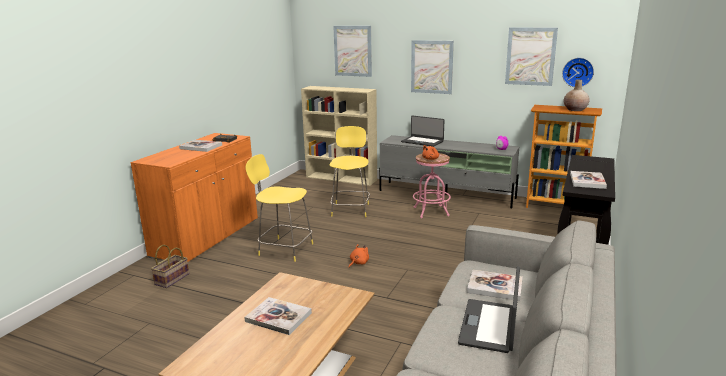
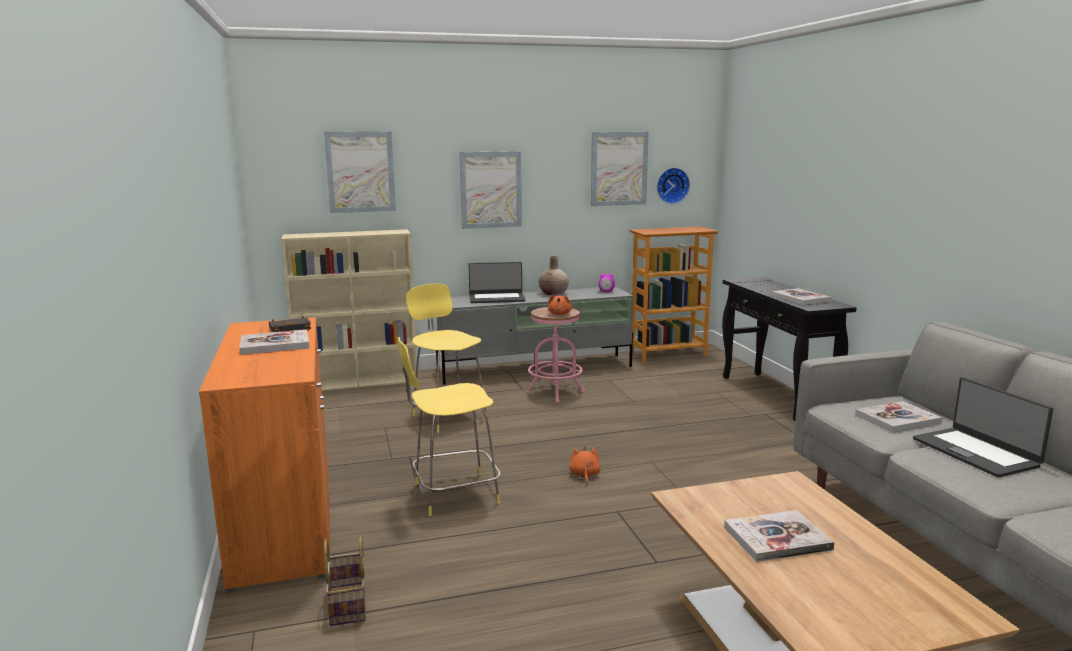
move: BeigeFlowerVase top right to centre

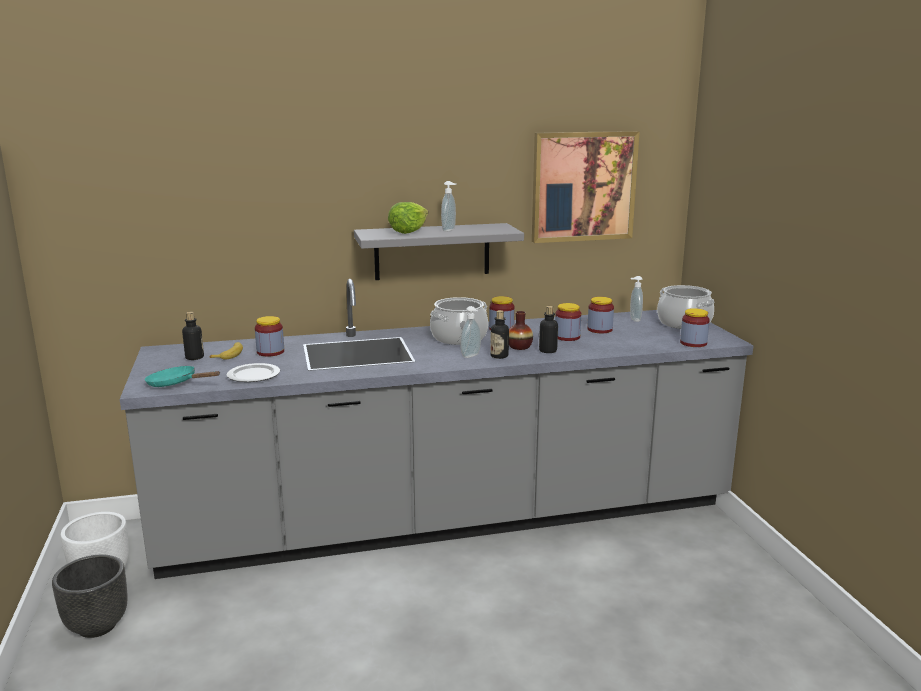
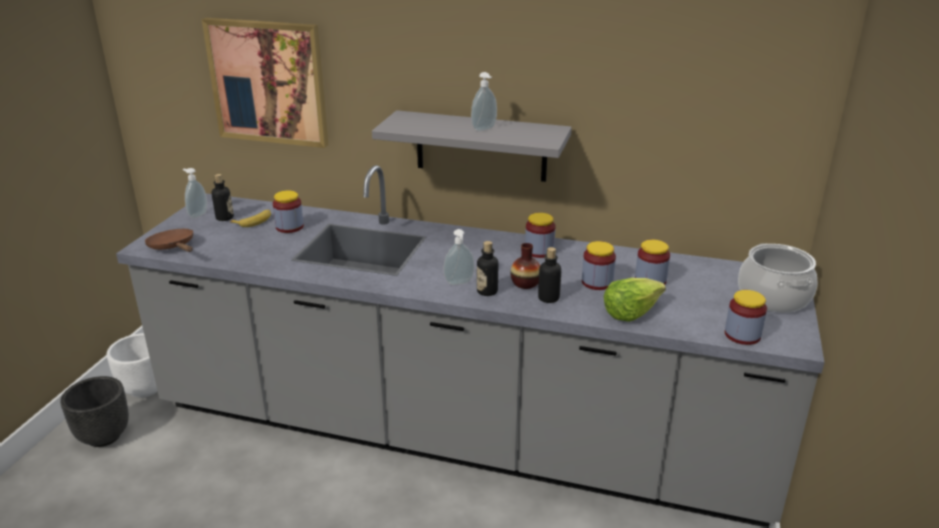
delete: Plate middle left; Stockpot (1st from left) centre
move: Lettuce top centre to middle right; Picture top centre to top left; LiquidSoapBottle (3rd from left in the first image) middle right to LiquidSoapBottle (1st from left) middle left
recolor: TurquoiseColouredPan middle left to BrownPan middle left

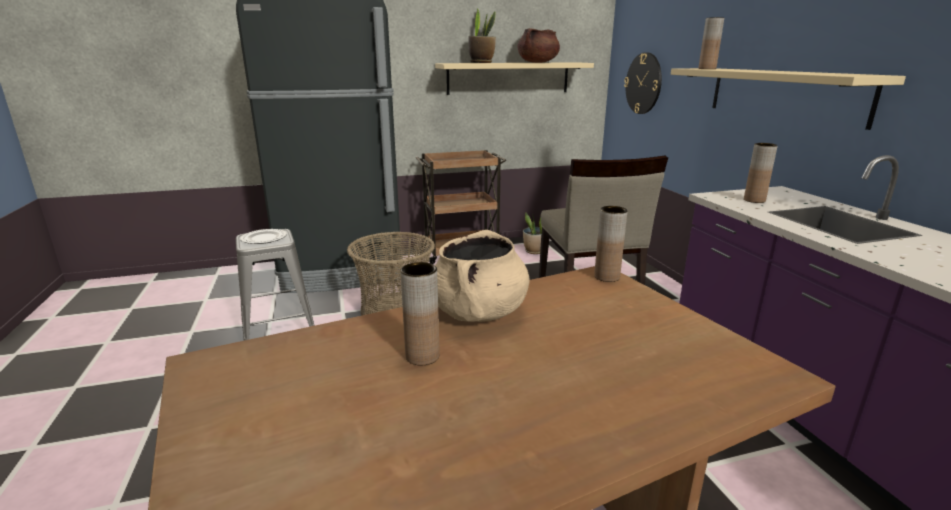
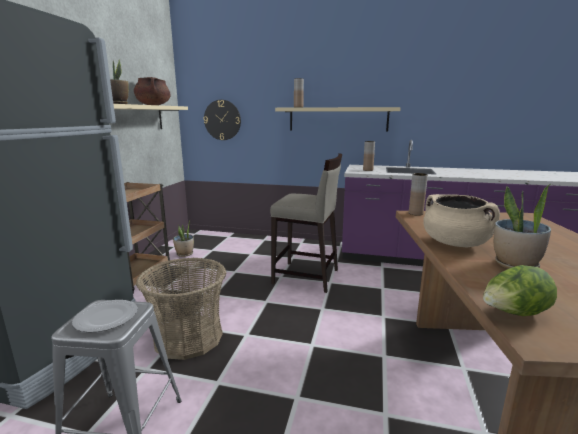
insert: Lettuce bottom right
replace: BrownFlowerVase (1st from left) centre to PlantInAPot (3rd from left) middle right

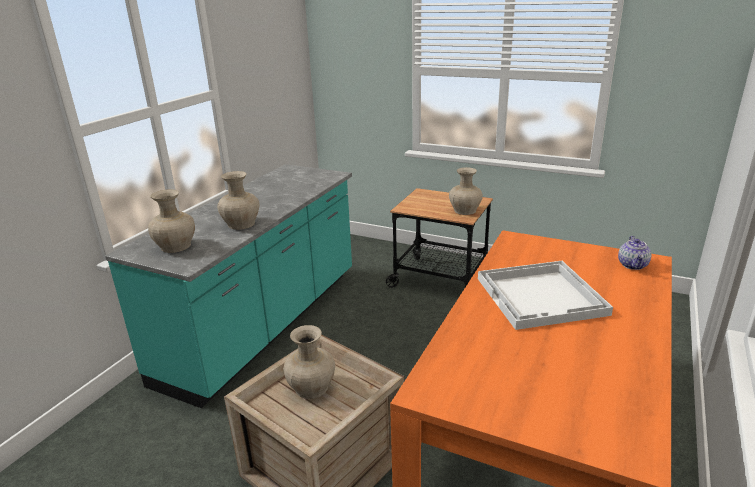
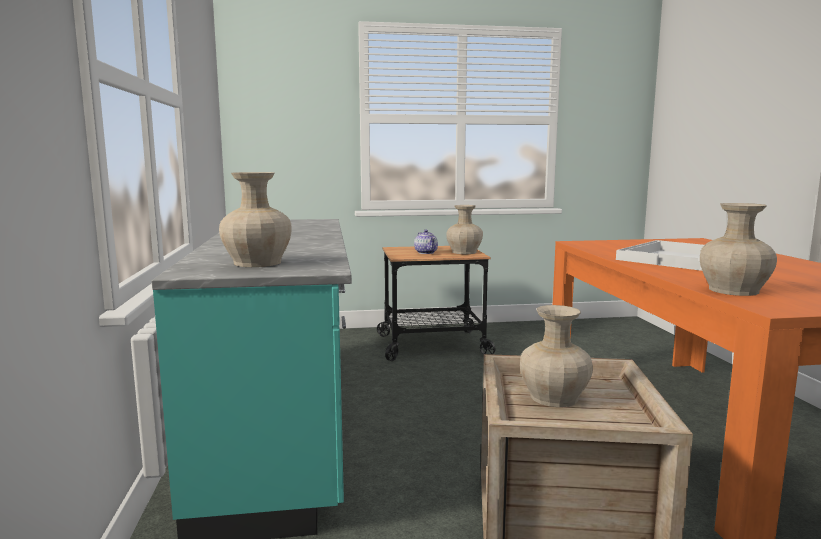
move: BeigeFlowerVase (2nd from left in the first image) middle left to BeigeFlowerVase (4th from left) middle right; PotForTea middle right to centre

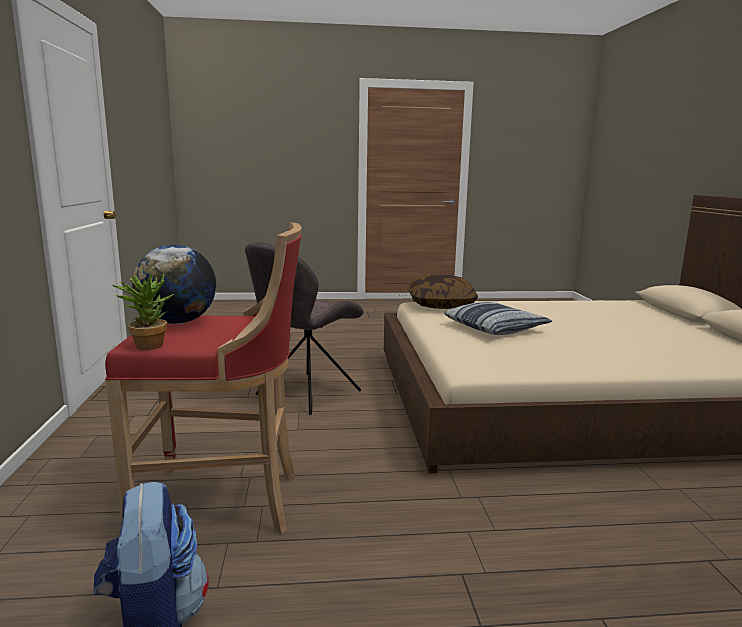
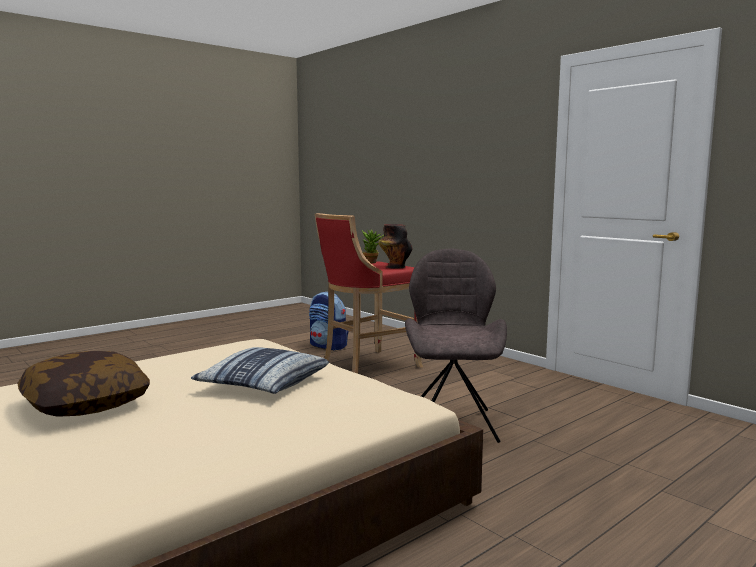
move: Cushion (1st from left) centre to bottom left
replace: Globe middle left to FlowerVase centre

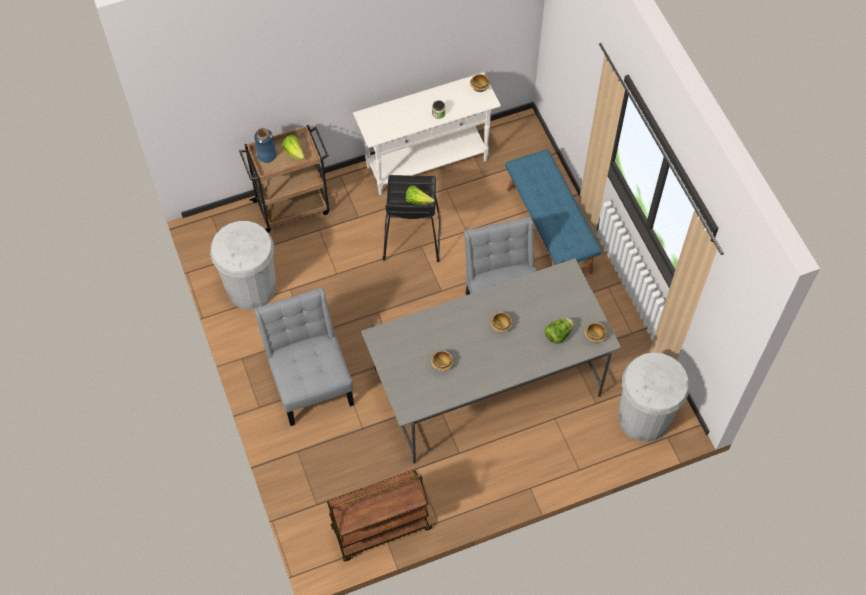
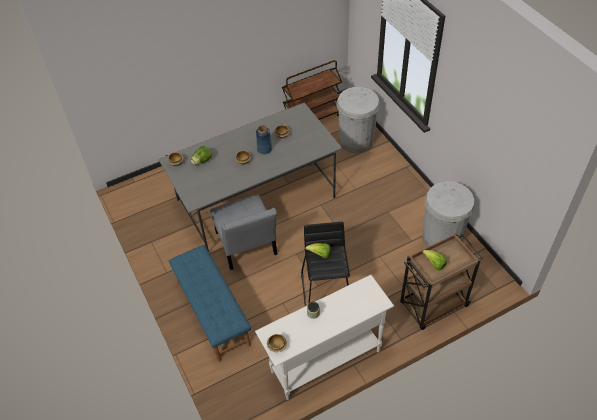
delete: GreyishChair (1st from left) centre
move: BluishFlowerVase top left to top centre; WhiteColouredTrashCan (2nd from left in the first image) bottom right to WhiteColouredTrashCan (1st from left) top centre

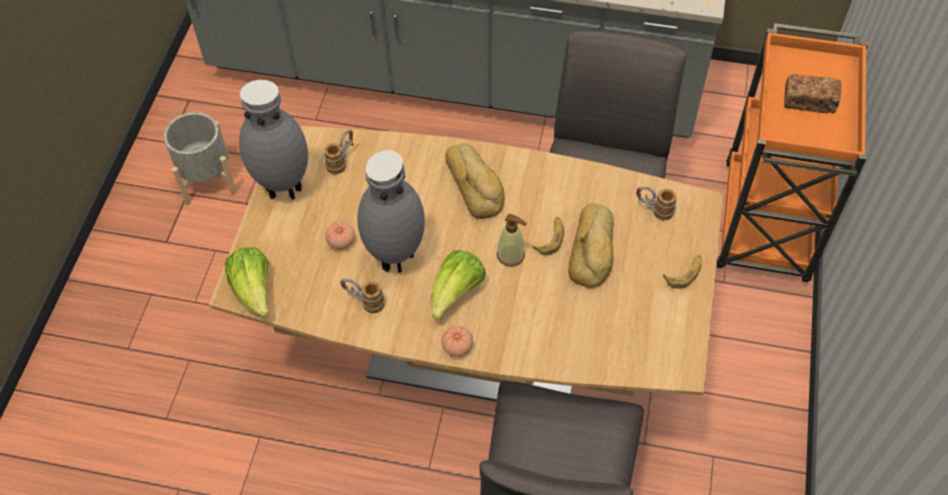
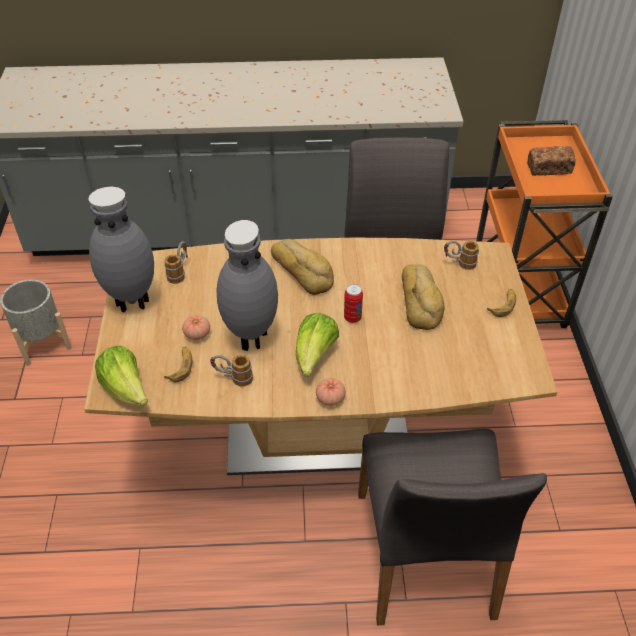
move: WholeBanana (1st from left) centre to middle left
replace: LiquidSoapBottle centre to Can centre

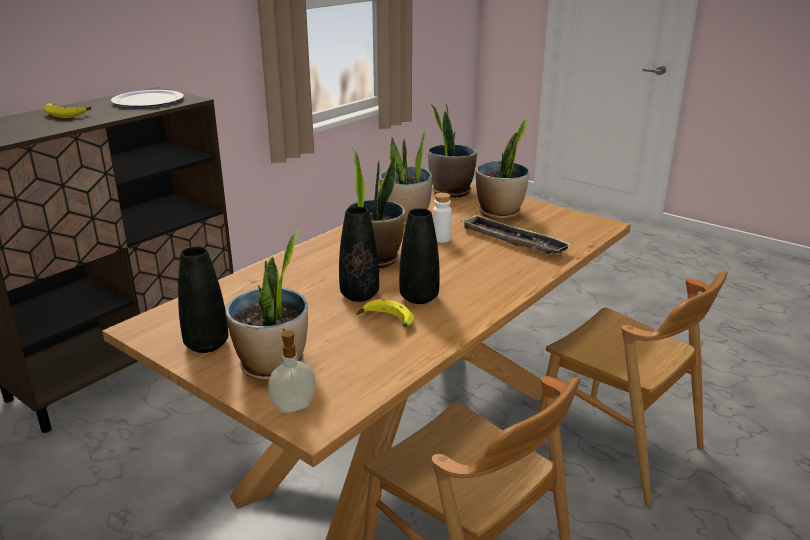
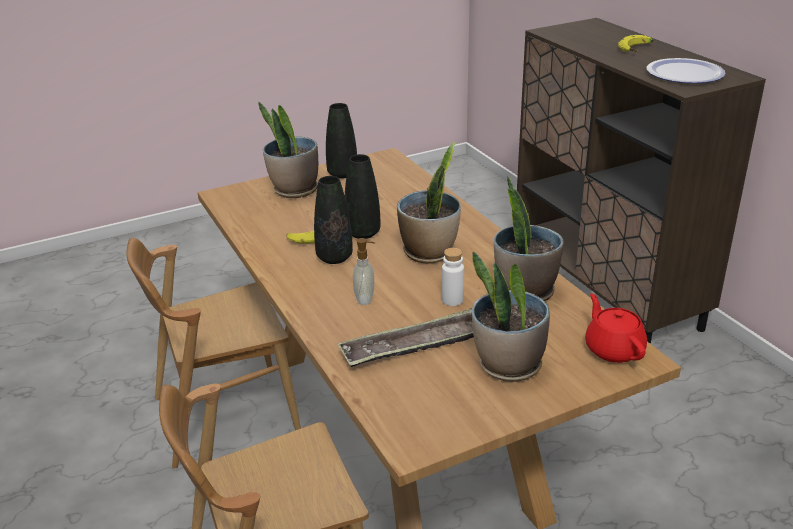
move: LiquidSoapBottle bottom centre to centre
replace: PlantInAPot (4th from left) top centre to ReddishPotForTea middle right

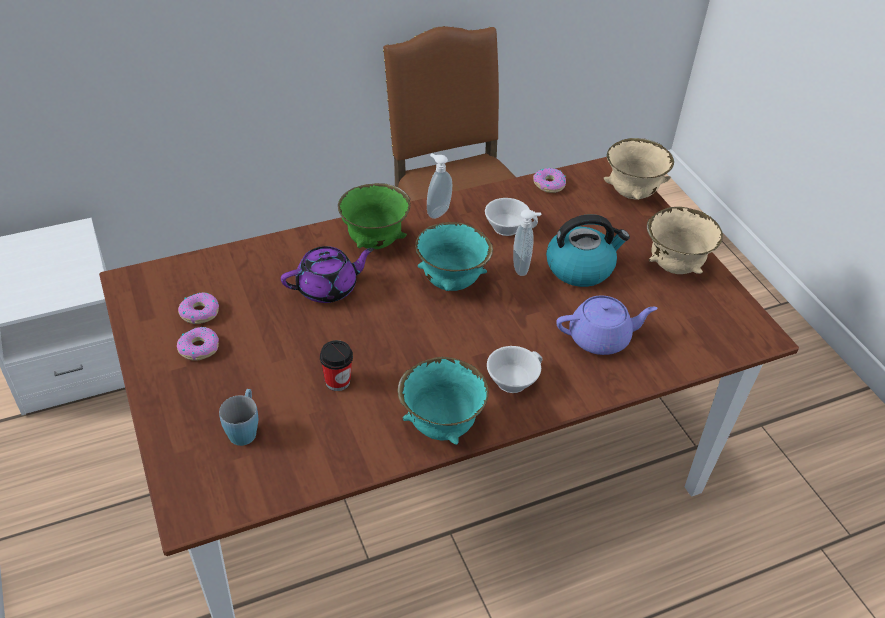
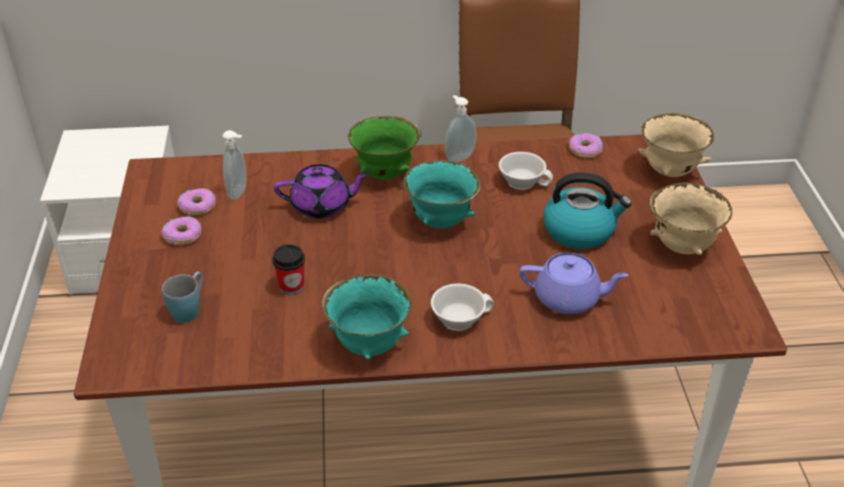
move: LiquidSoapBottle (2nd from left in the first image) centre to LiquidSoapBottle (1st from left) middle left

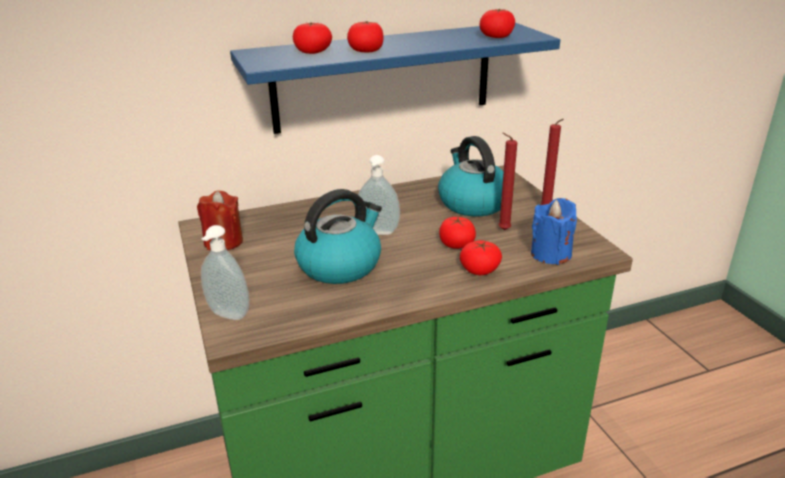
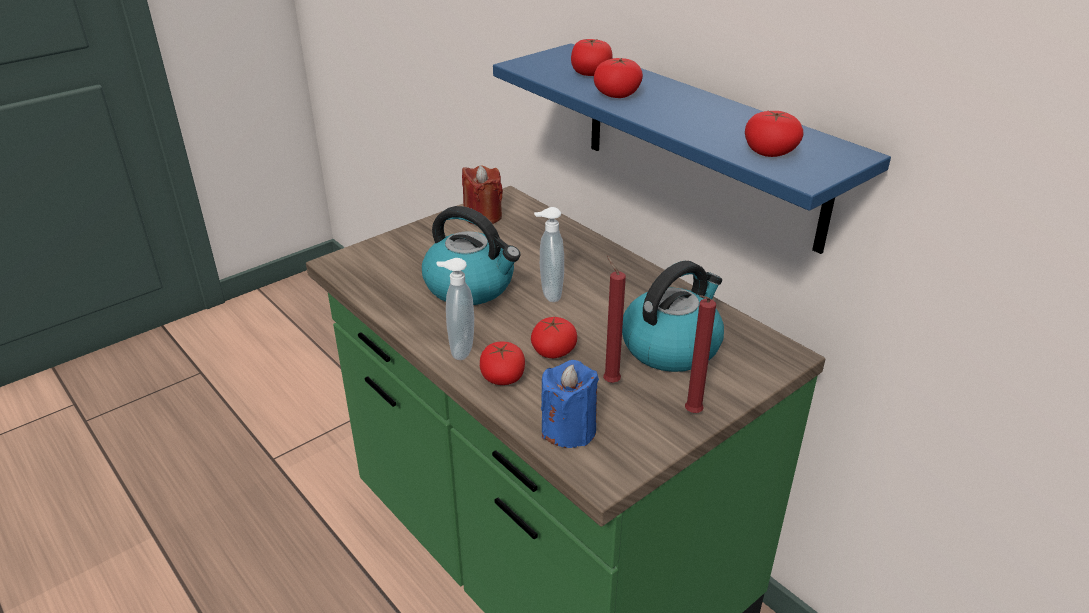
move: LiquidSoapBottle (1st from left) middle left to centre

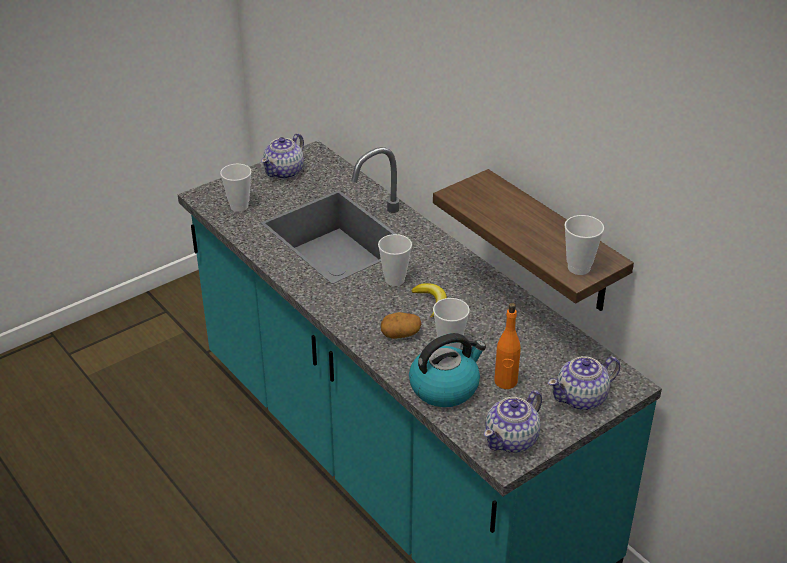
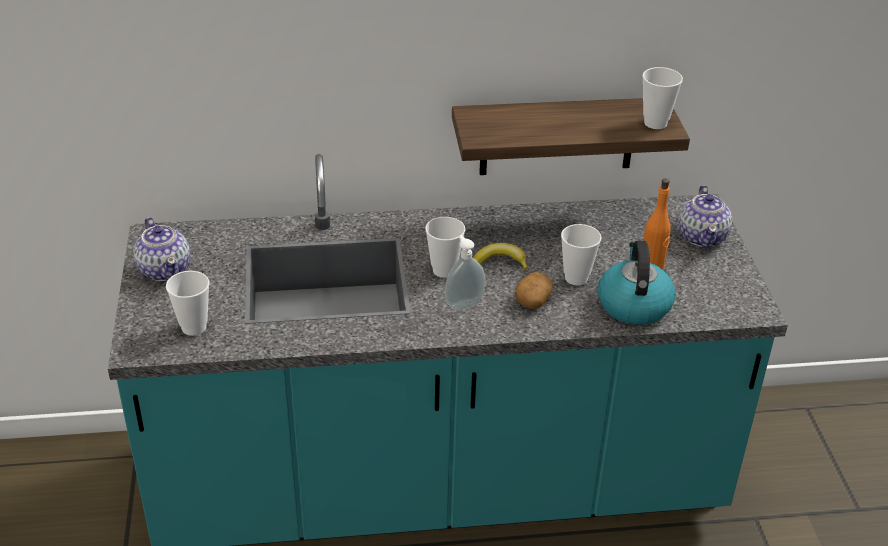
delete: PotForTea (2nd from left) bottom centre
insert: LiquidSoapBottle centre

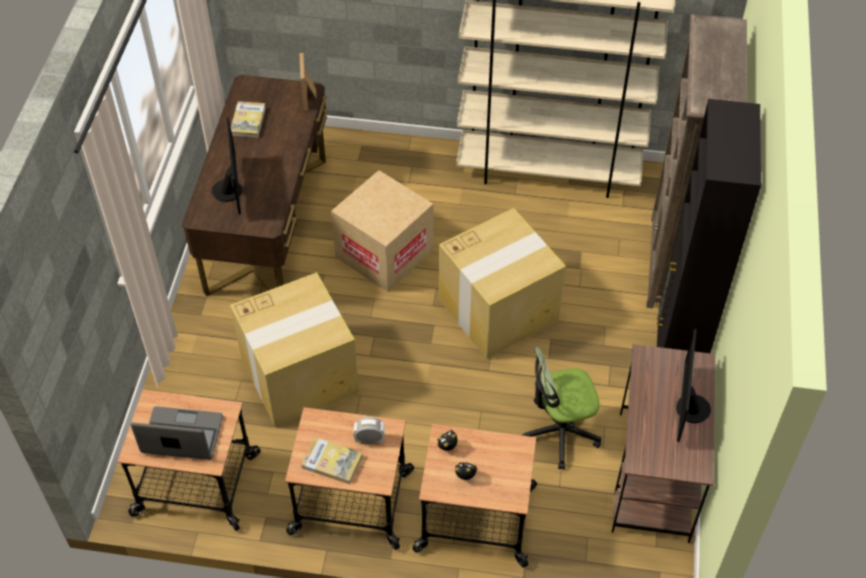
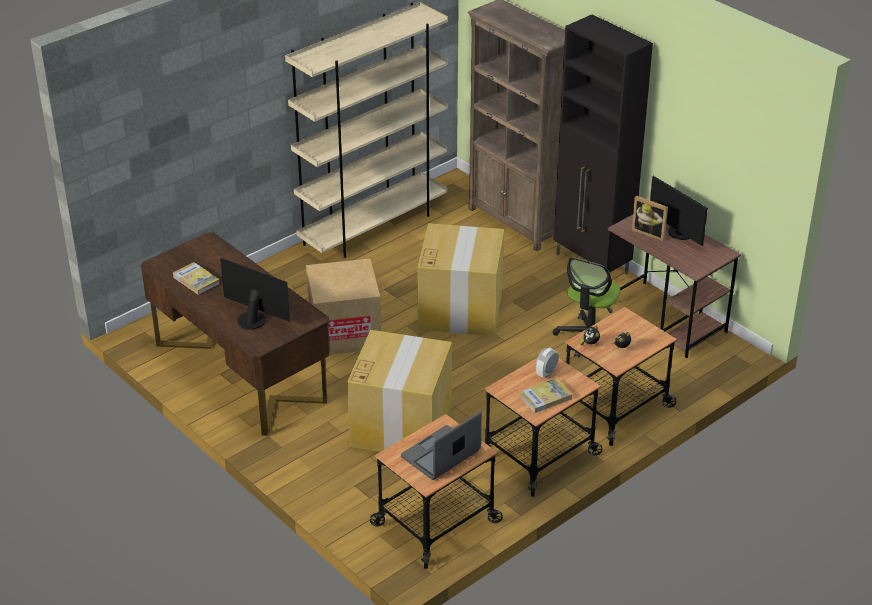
move: PhotoFrame top centre to middle right

